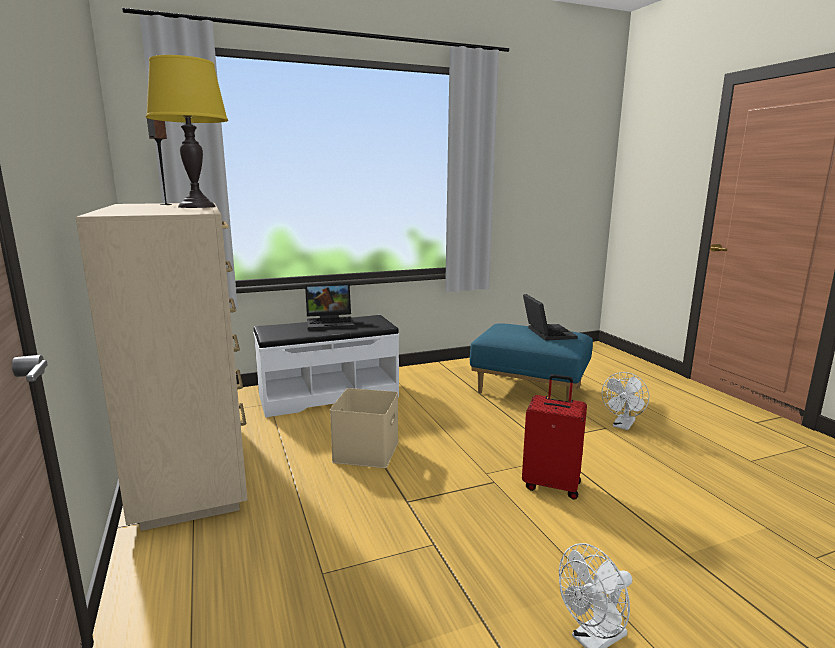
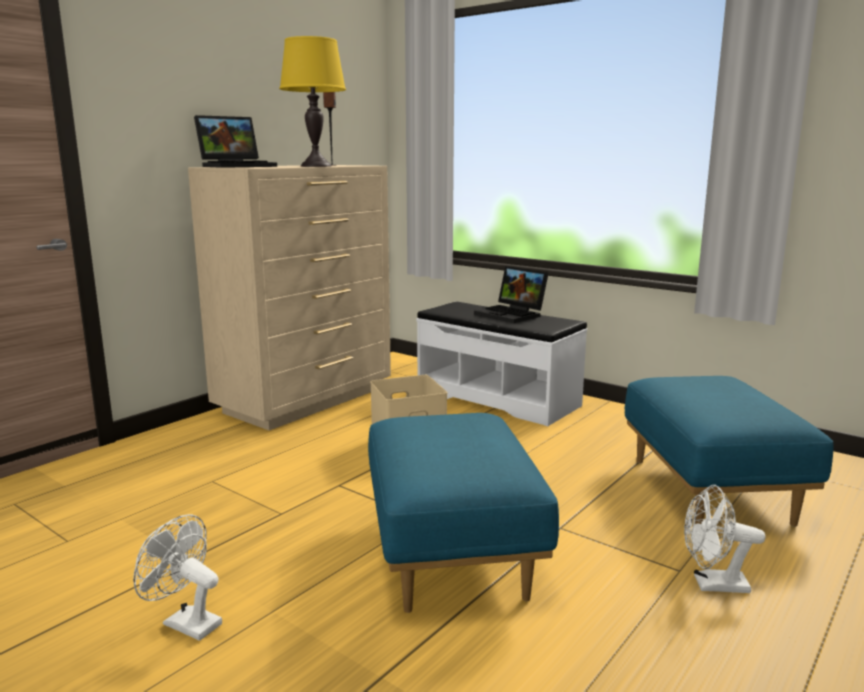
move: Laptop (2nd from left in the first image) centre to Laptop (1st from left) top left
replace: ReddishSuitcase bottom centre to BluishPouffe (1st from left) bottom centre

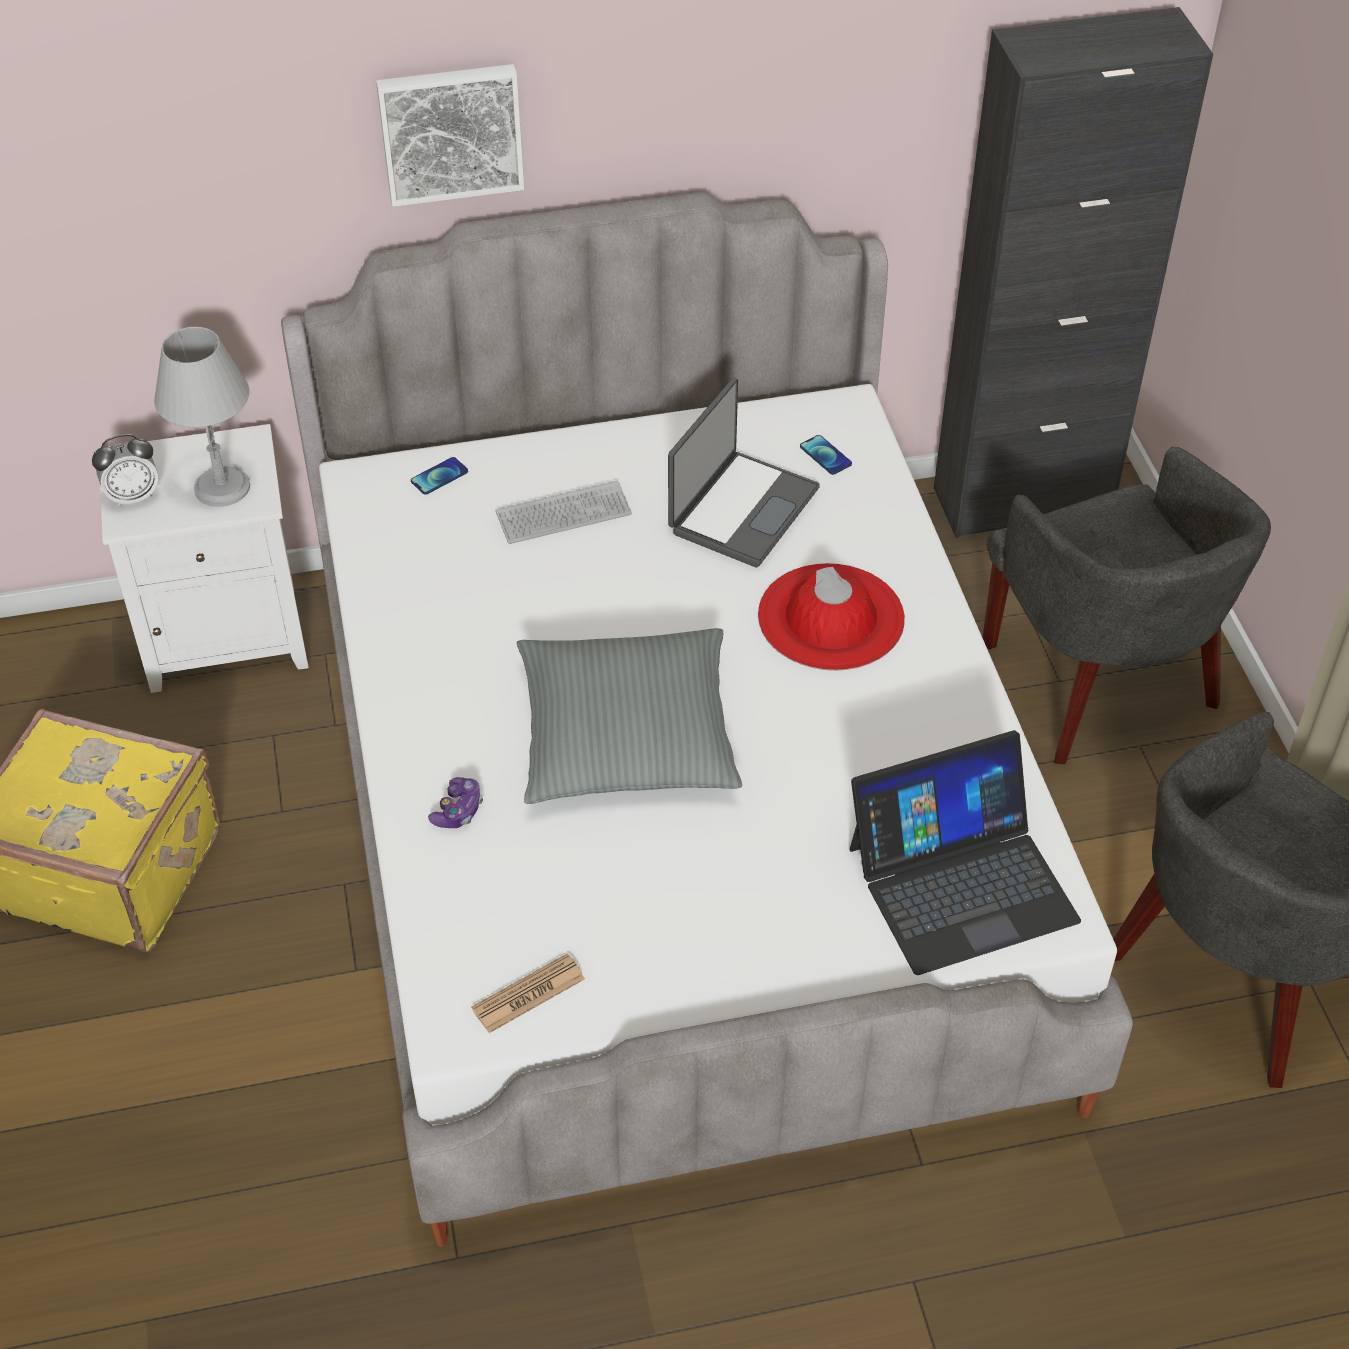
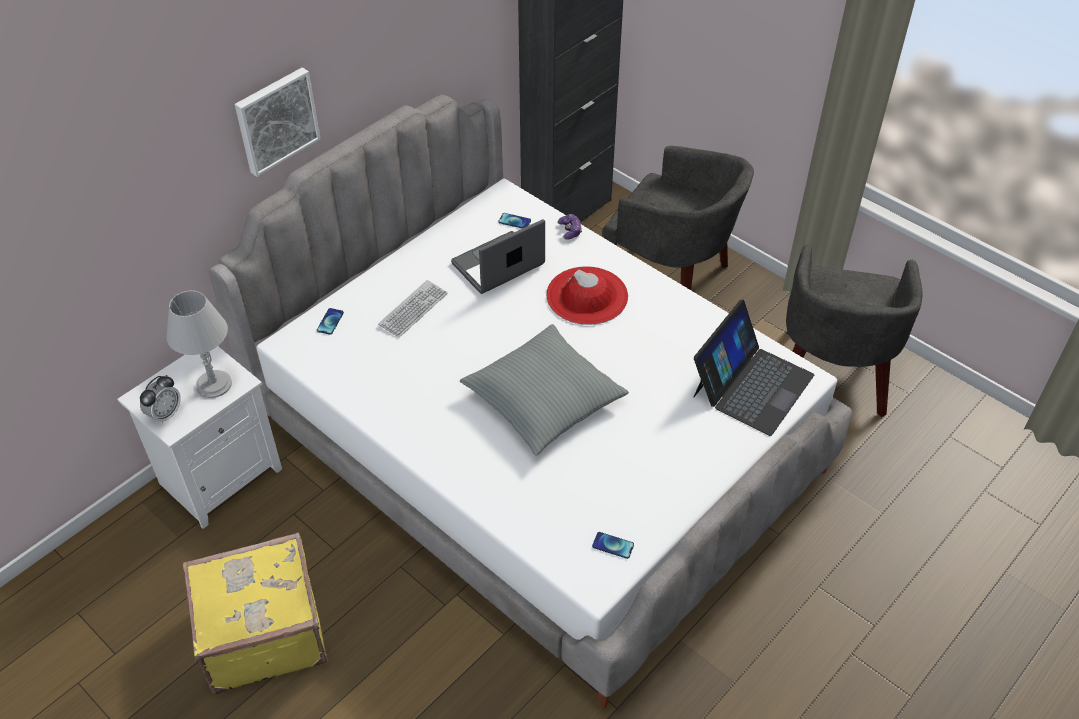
move: Joypad centre to top centre
replace: PrintedPaper bottom centre to Phone (3rd from left) bottom centre
rotate: Laptop (1st from left) centre = centre 120 degrees counterclockwise

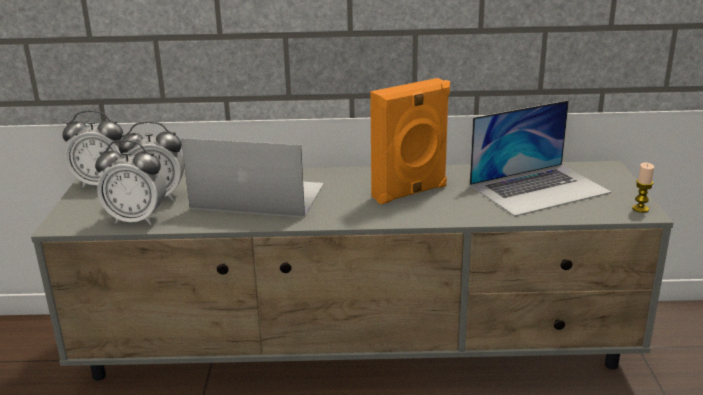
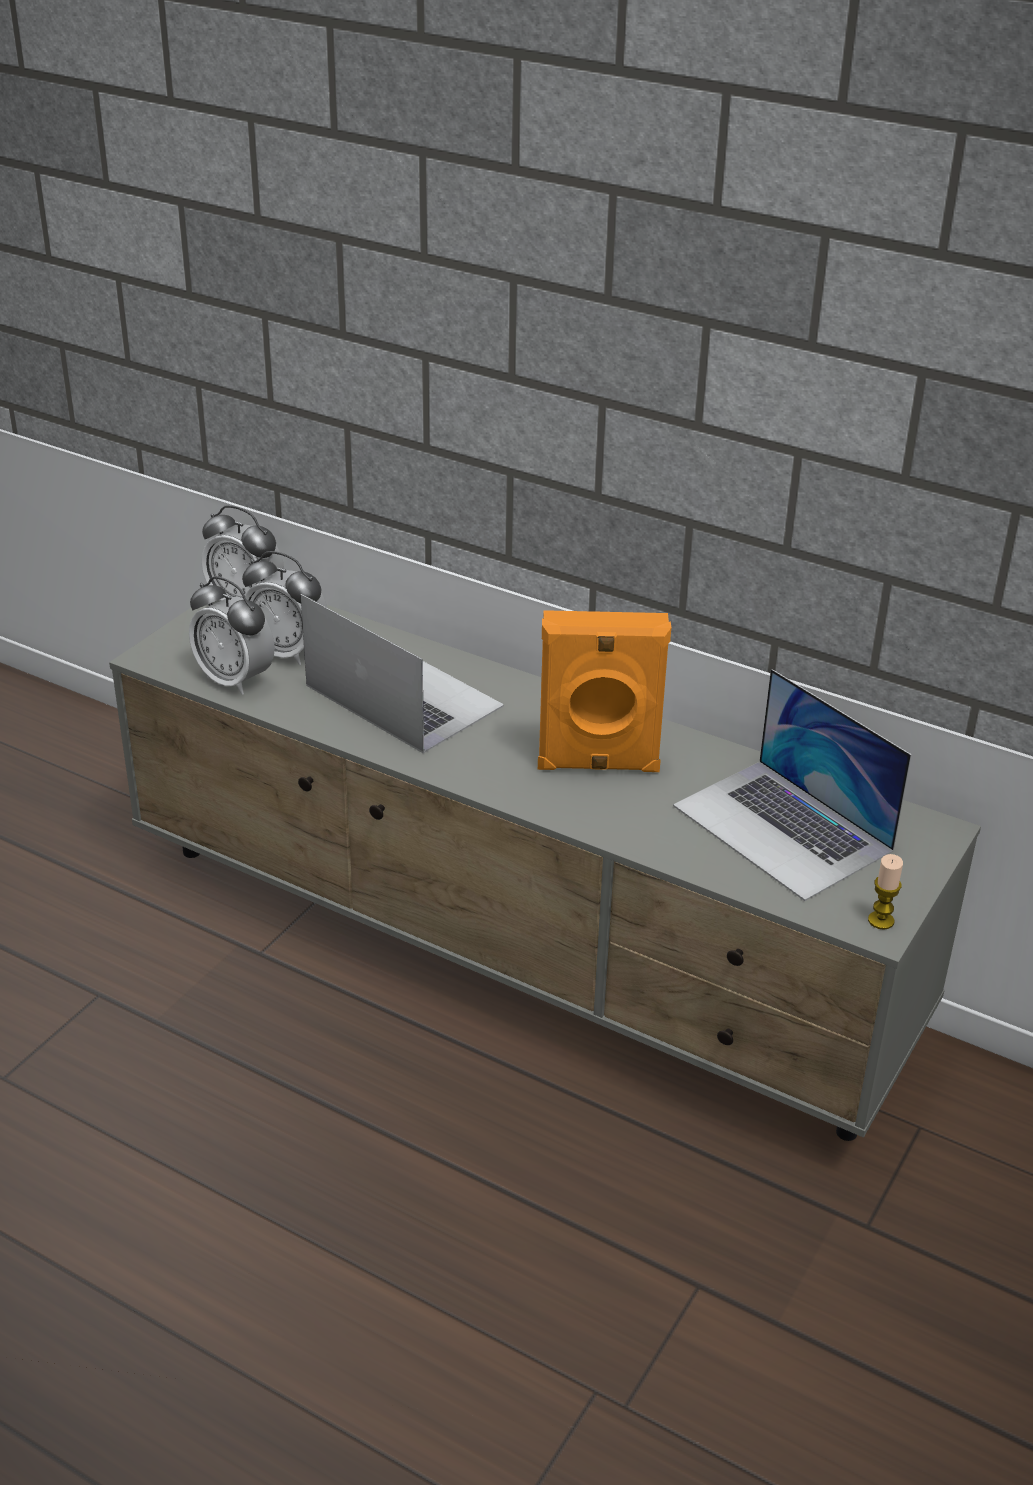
rotate: Laptop (2nd from left) middle right = middle right 45 degrees clockwise

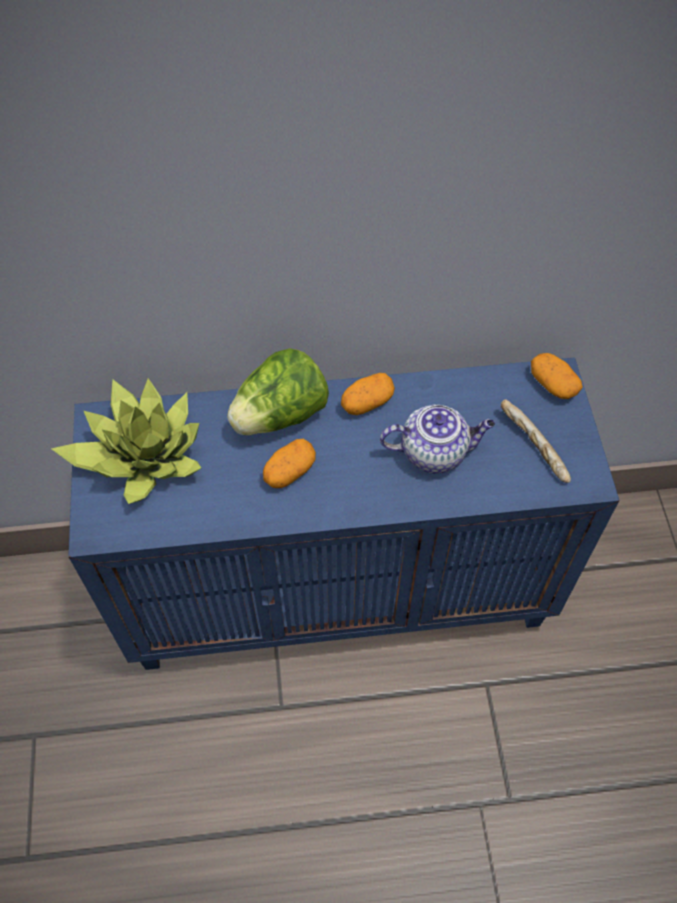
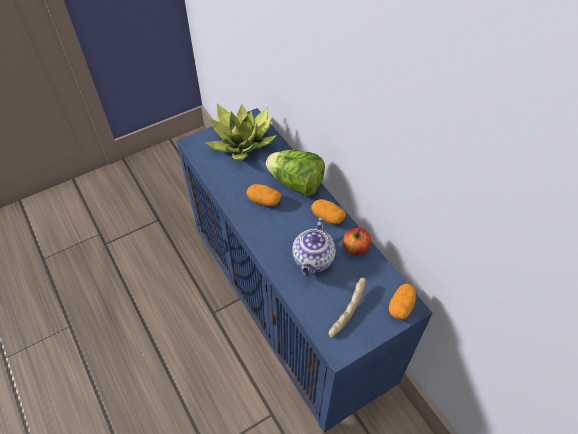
insert: WholeApple centre
rotate: PotForTea centre = centre 45 degrees clockwise

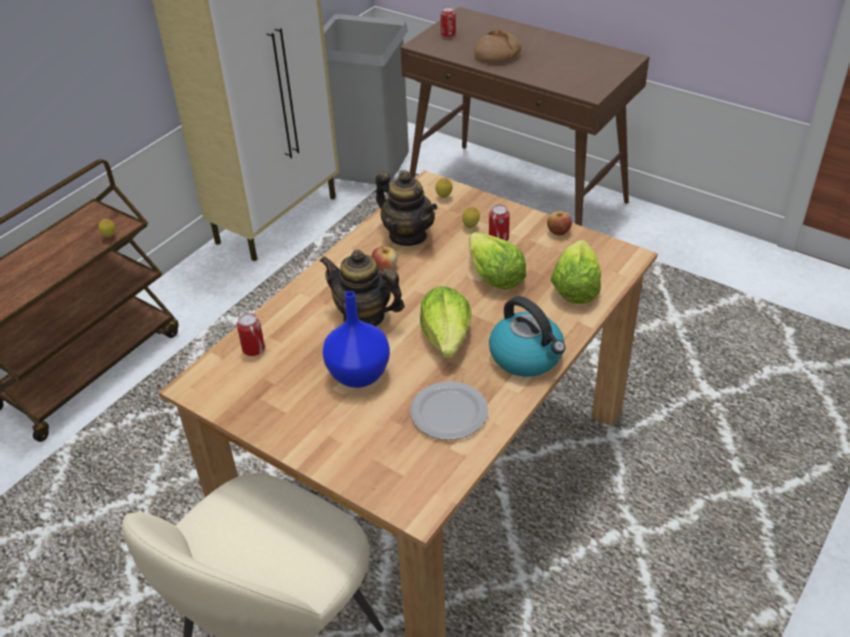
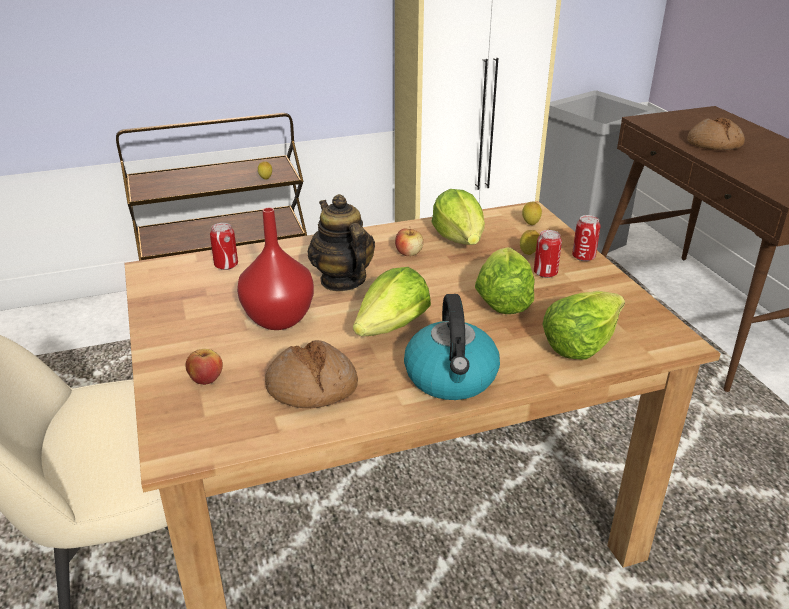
move: Can (2nd from left in the first image) top centre to Can (3rd from left) middle right; WholeApple (2nd from left in the first image) centre to WholeApple (1st from left) middle left
replace: PotForTea (2nd from left) top centre to Lettuce (2nd from left) centre; Plate centre to Bread (1st from left) centre
recolor: BluishFlowerVase centre to ReddishFlowerVase centre

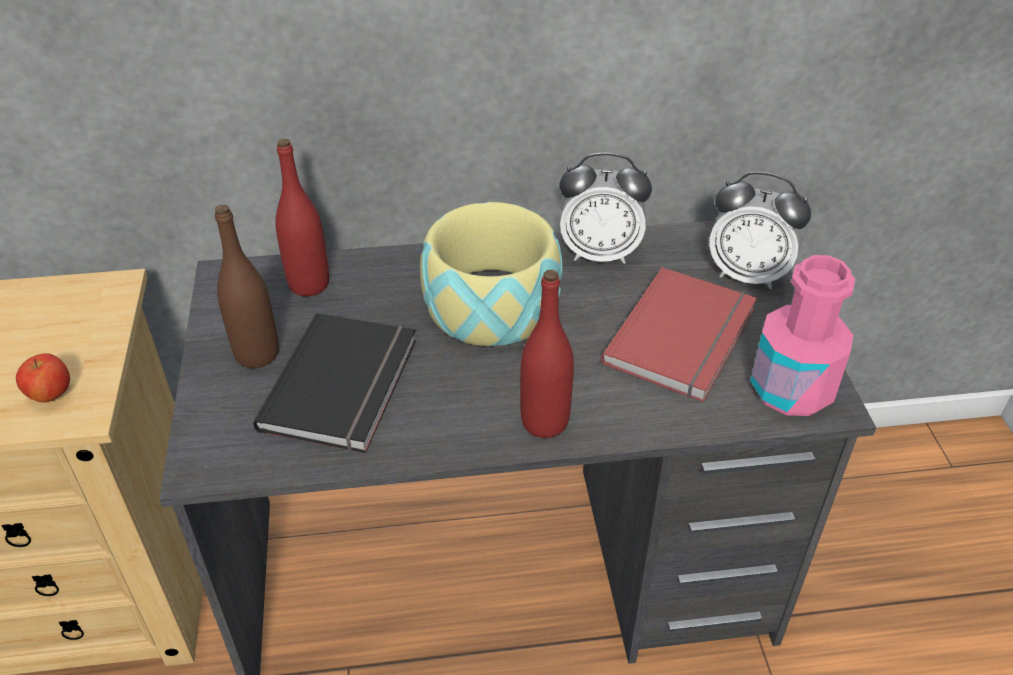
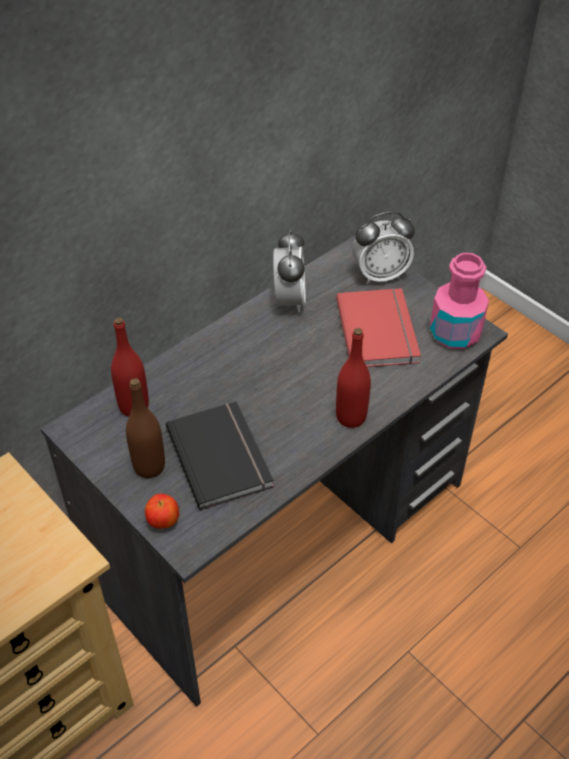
delete: DeepDish centre
move: WholeApple middle left to bottom left
rotate: TableClock (1st from left) top centre = centre 60 degrees counterclockwise

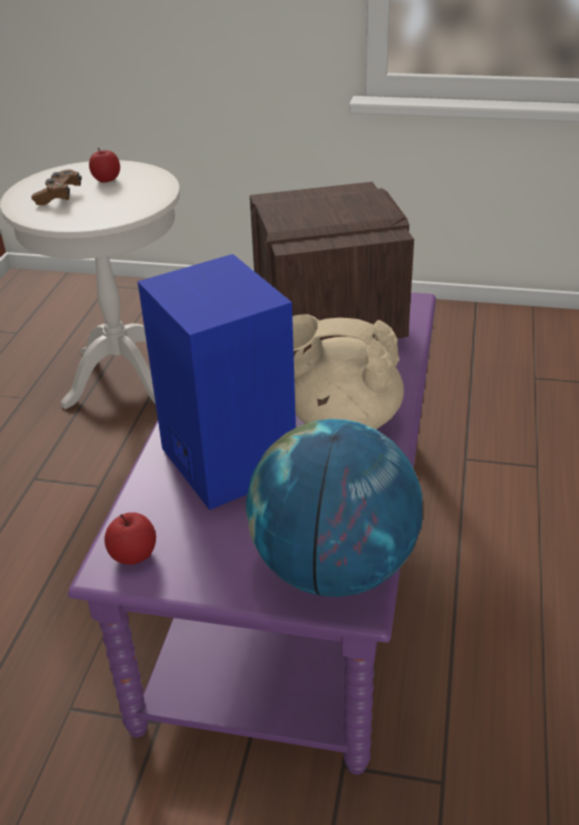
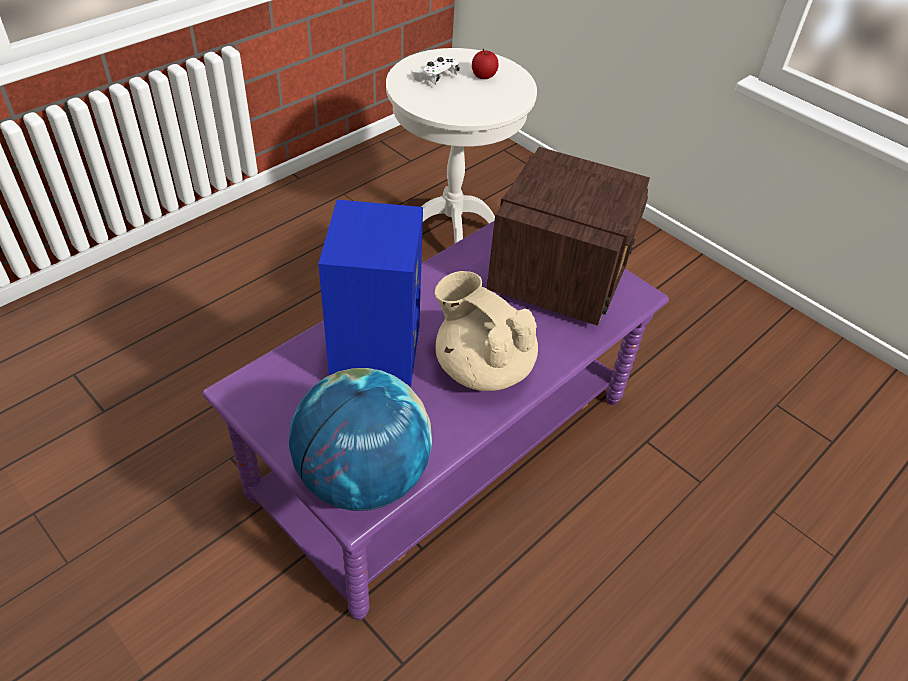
delete: WholeApple (2nd from left) middle left
recolor: BrownJoypad top left to WhiteColouredJoypad top centre

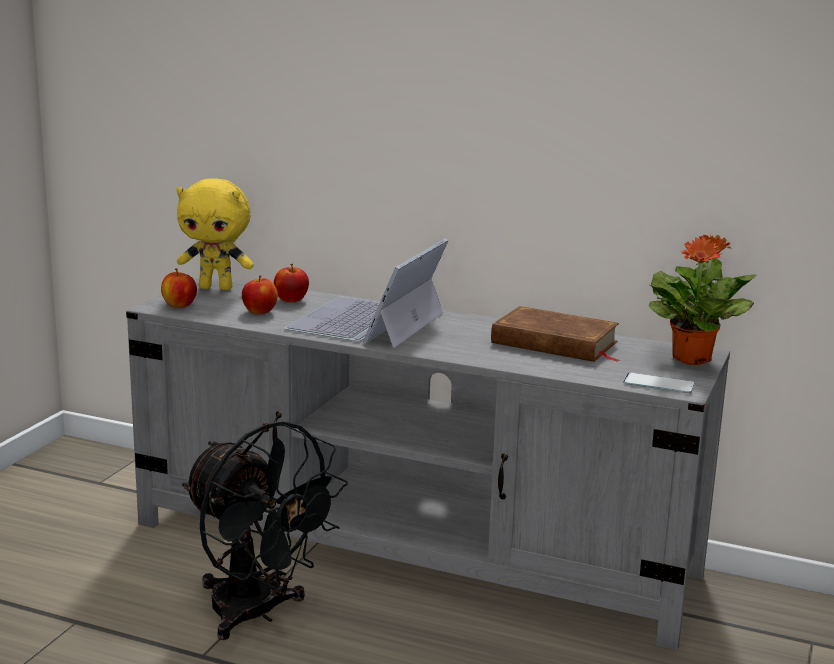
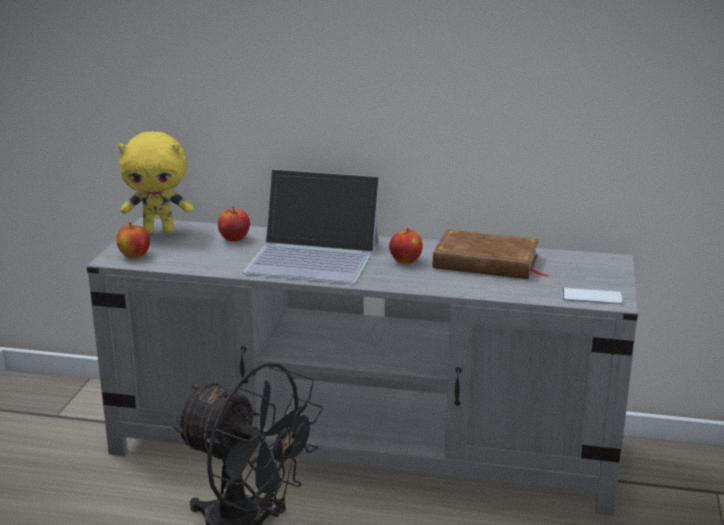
delete: PlantInAPot middle right
move: WholeApple (2nd from left in the first image) middle left to WholeApple (3rd from left) centre
rotate: Laptop centre = centre 90 degrees counterclockwise

